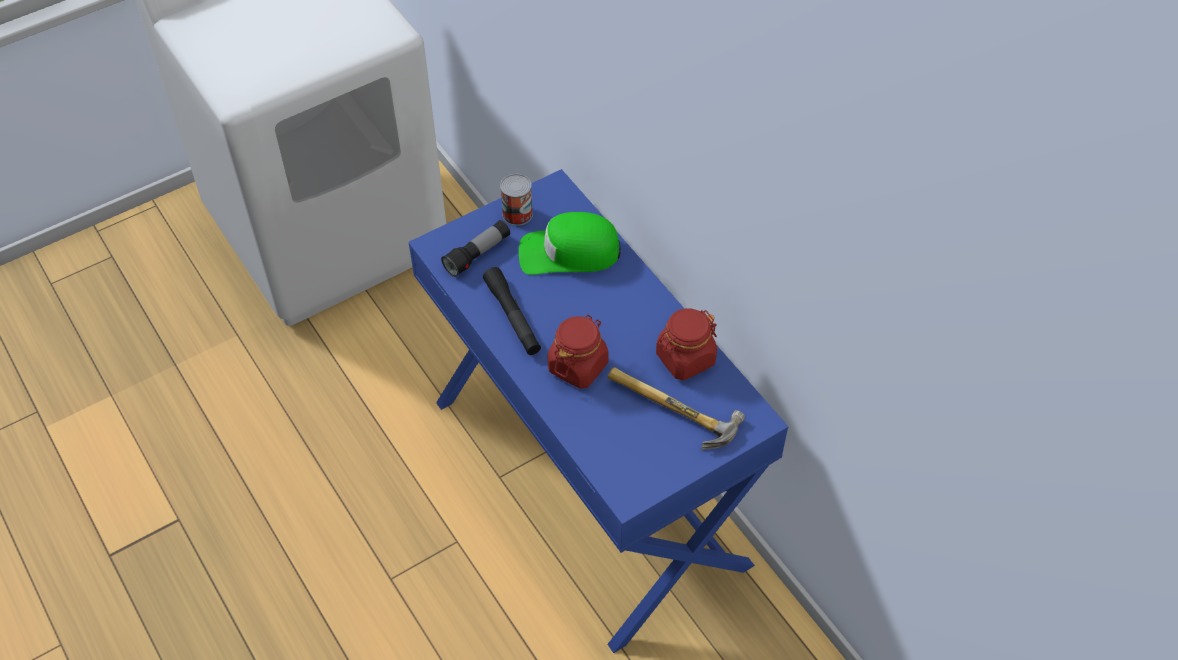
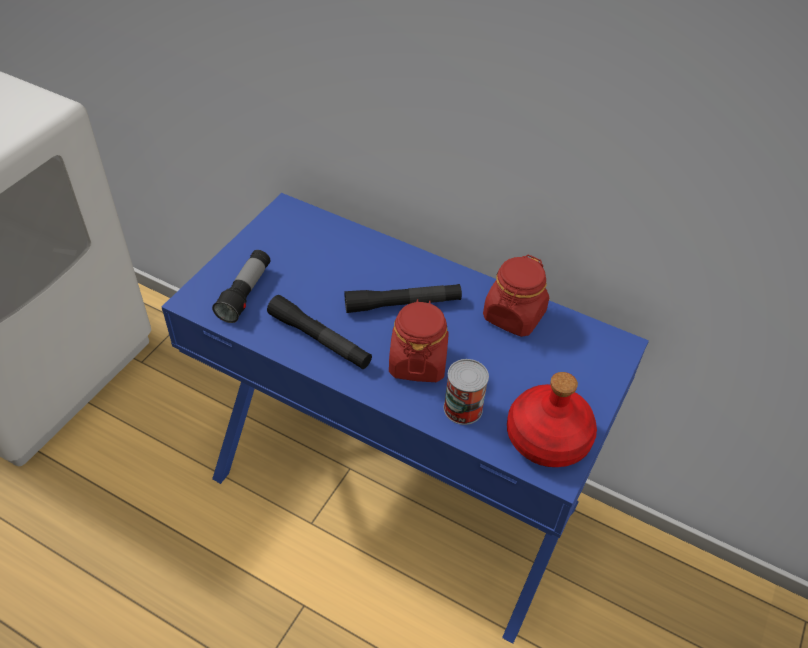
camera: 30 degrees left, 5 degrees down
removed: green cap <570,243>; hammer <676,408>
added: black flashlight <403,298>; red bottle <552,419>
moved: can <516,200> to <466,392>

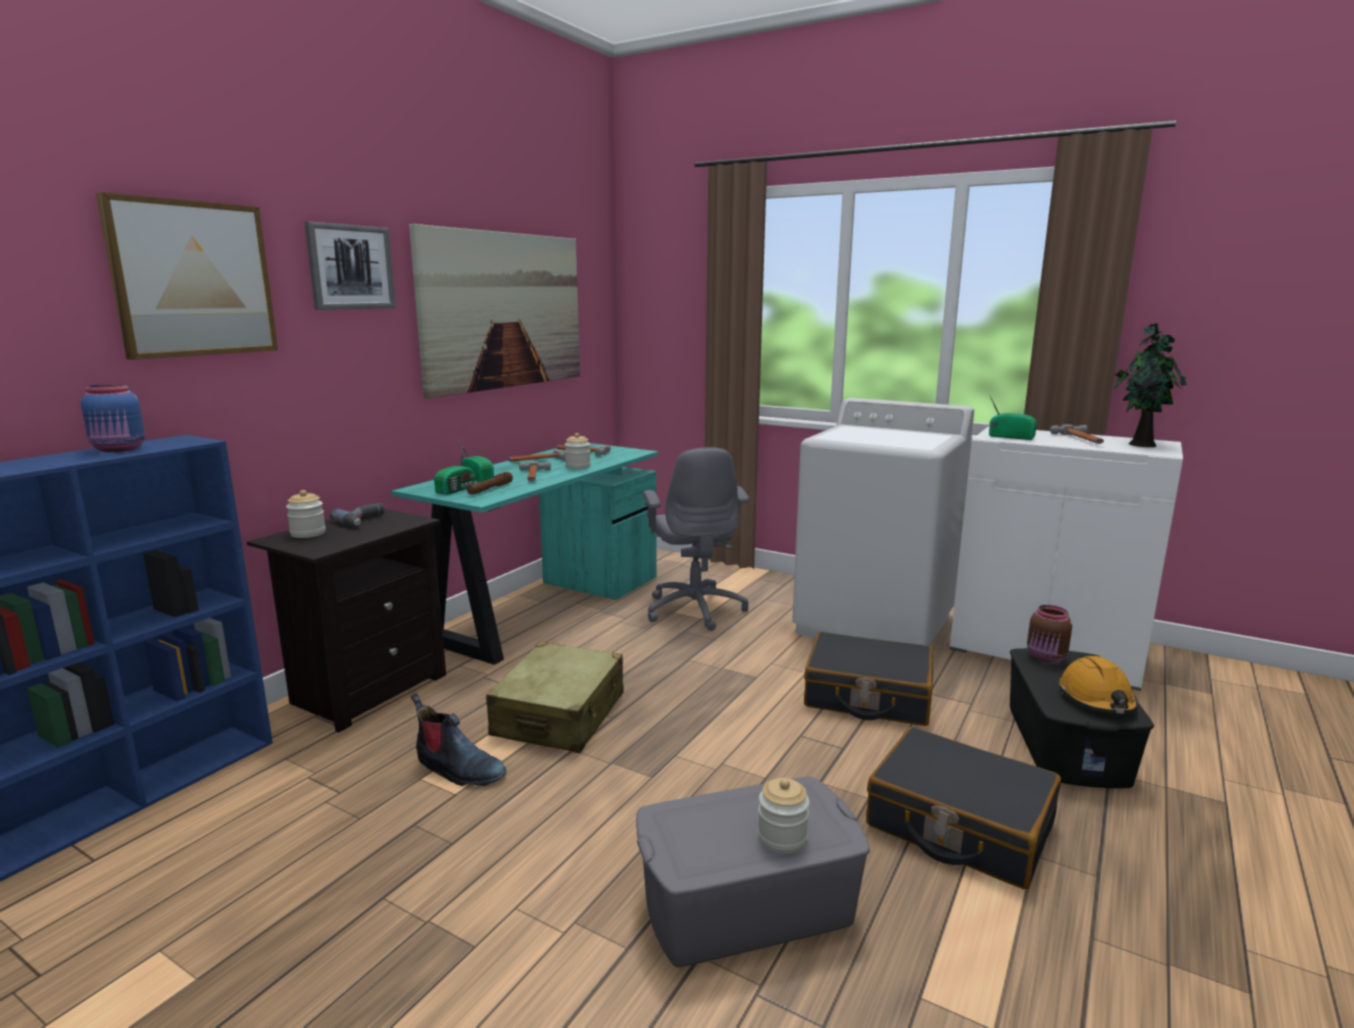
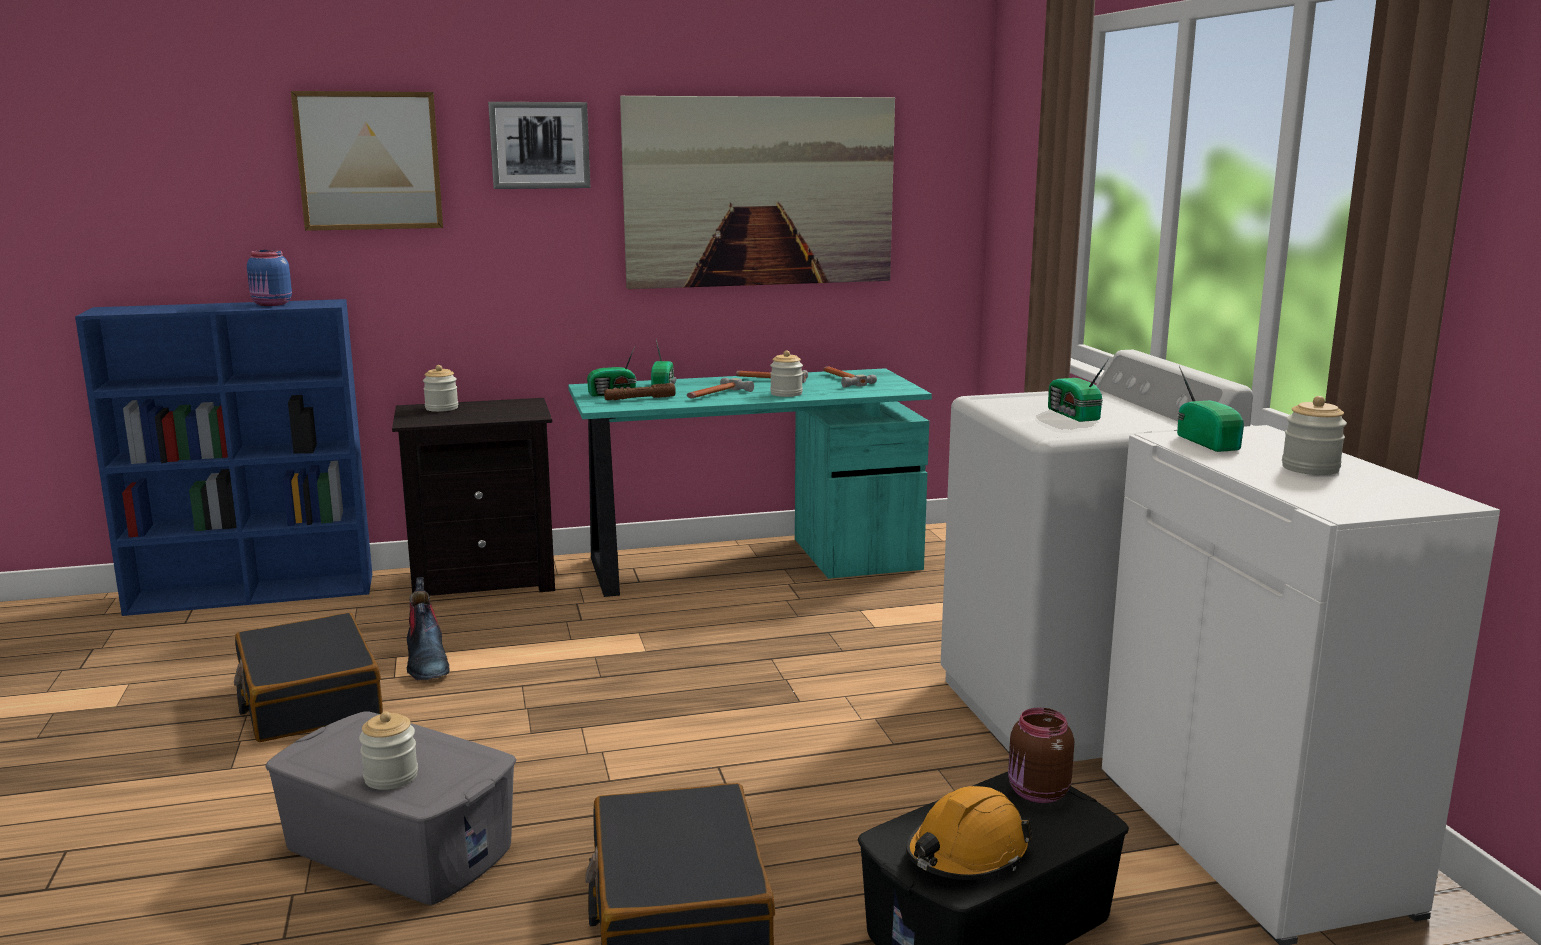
camera: 45 degrees right, 0 degrees up
removed: power drill <357,515>; beige suitcase <554,697>; grey office chair <695,539>; potted plant <1150,385>
added: radio <1078,390>
moved: black suitcase <868,679> to <308,677>
replaced: hammer <1077,434> to jar <1314,435>

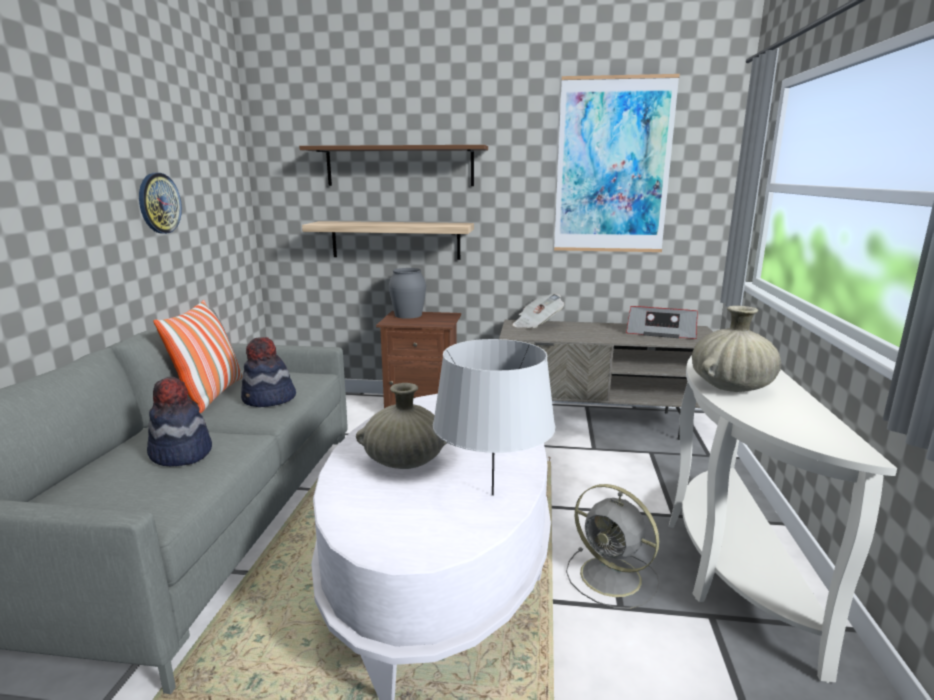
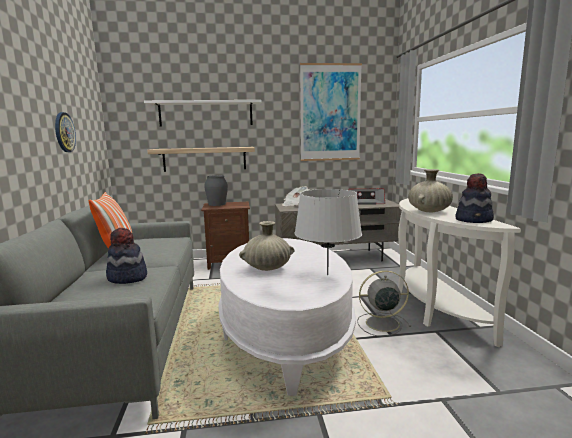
camera: 15 degrees left, 5 degrees down
moved: hat <268,372> to <474,198>
recoloured: brown shelf <393,165> to white shelf <203,113>
turned: grey fan <613,546> = <384,303> 150 degrees clockwise

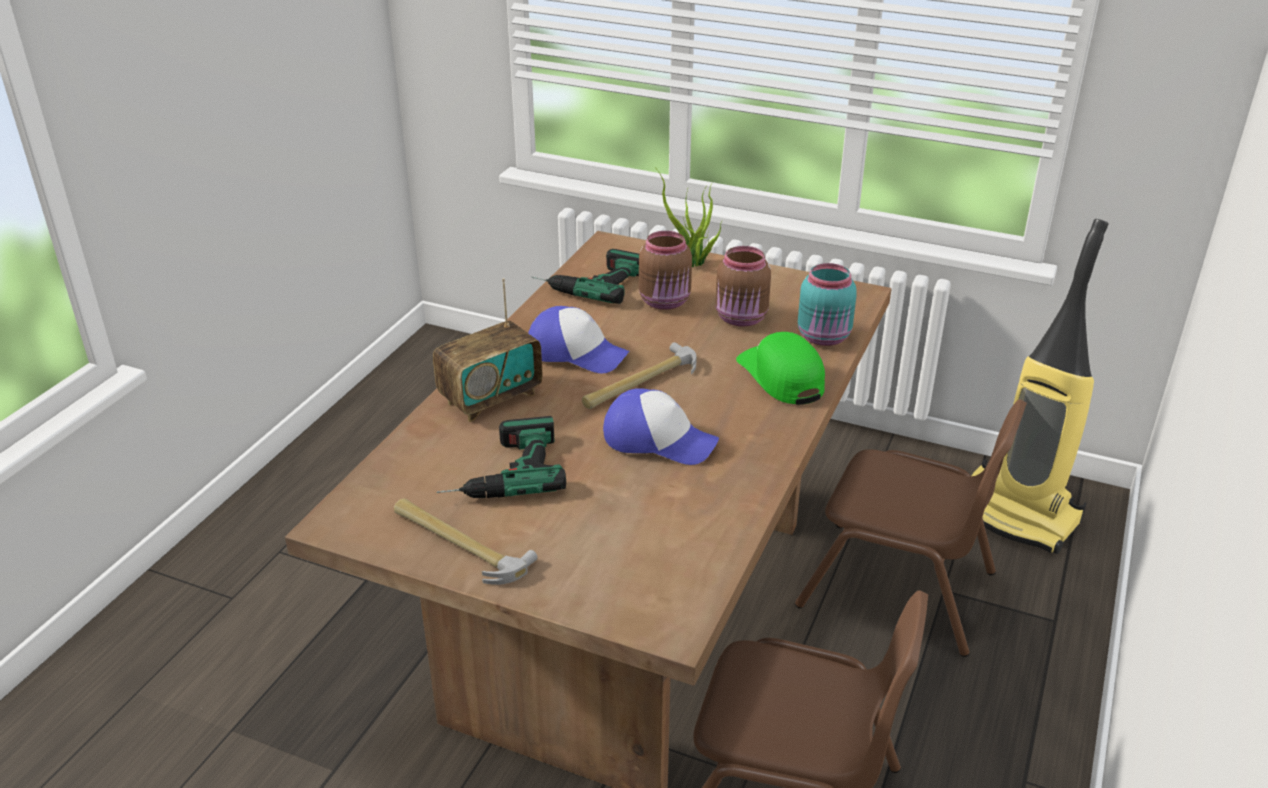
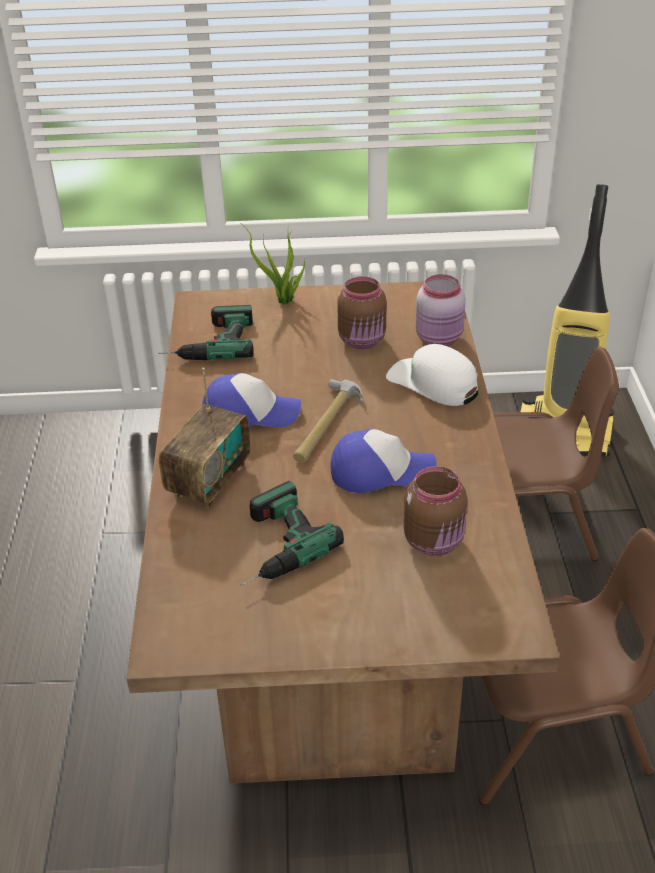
camera: 25 degrees left, 5 degrees up
removed: hammer <466,541>
moved: brown jar <665,270> to <436,511>
recoloured: green cap <780,368> to white cap <432,375>; turquoise jar <827,304> to pink jar <440,310>

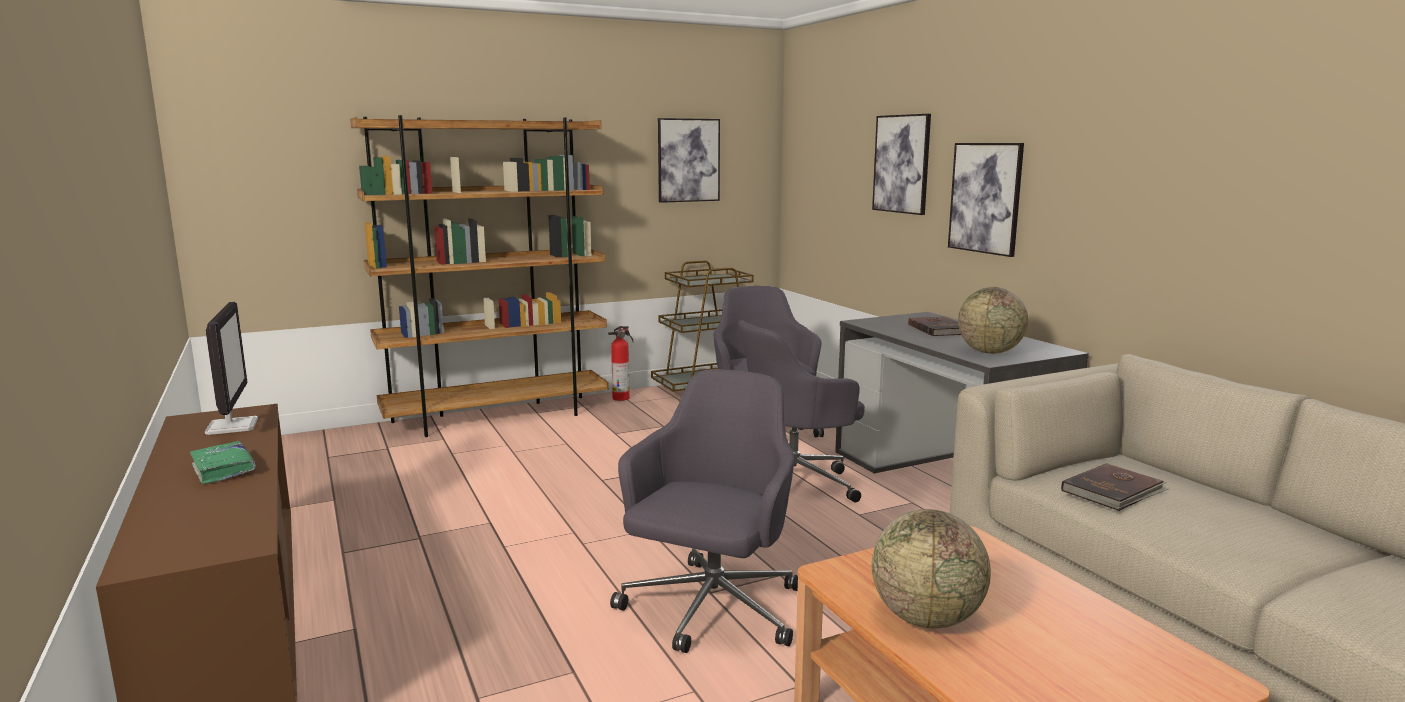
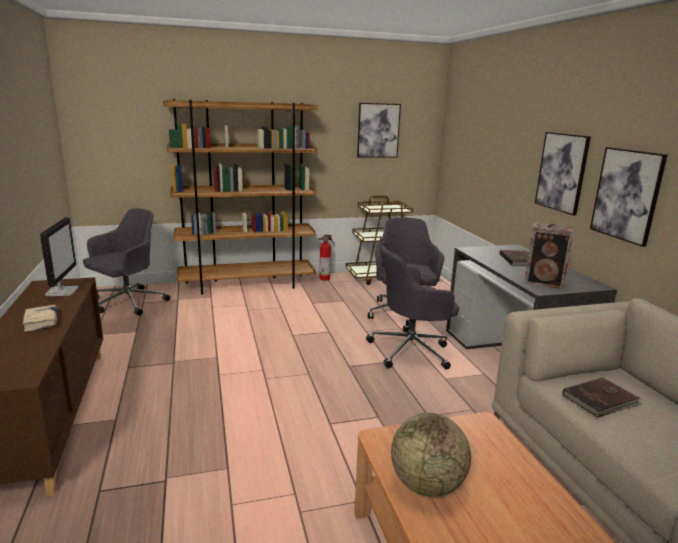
camera: 10 degrees right, 5 degrees up
moved: grey office chair <704,511> to <126,262>; picture <901,164> to <628,197>
replaced: globe <993,320> to speaker <549,256>
recoloured: green book <223,462> to beige book <40,318>

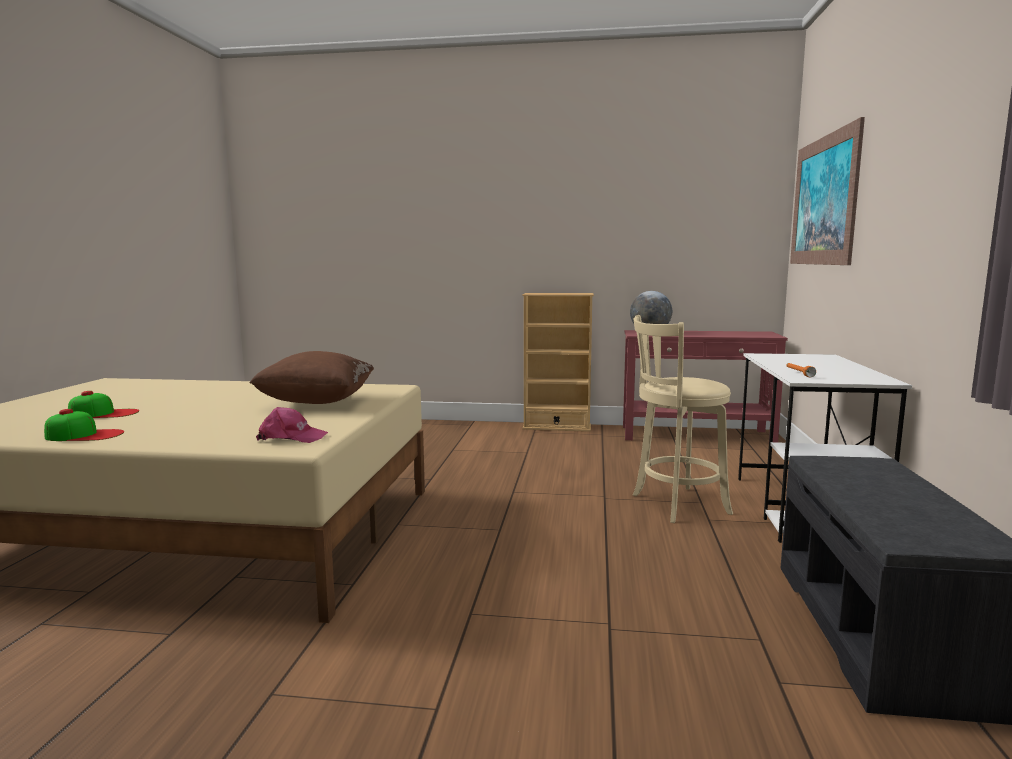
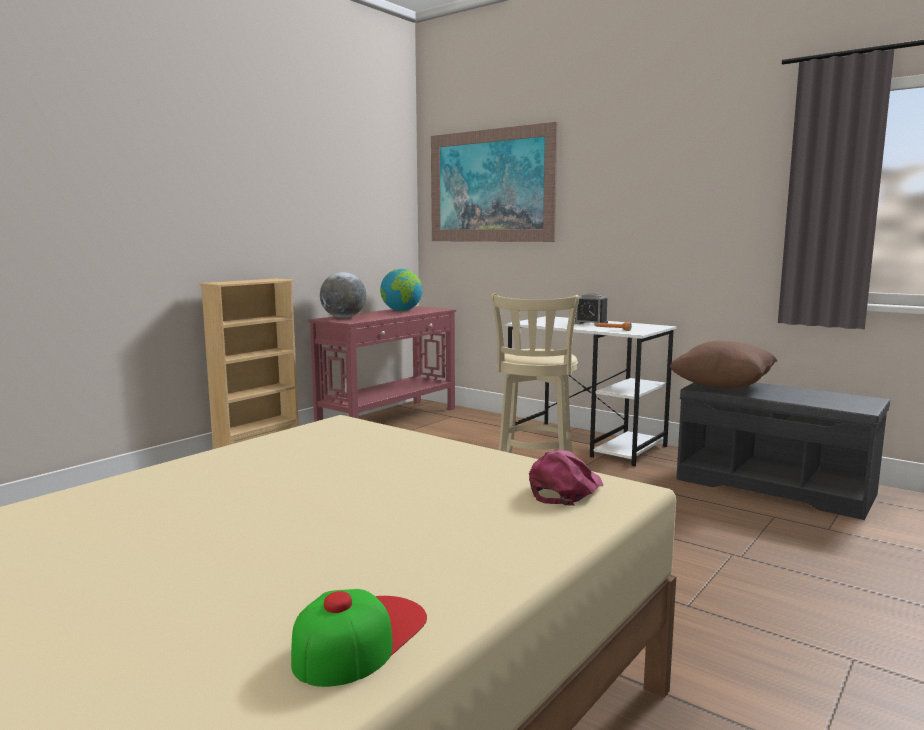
camera: 60 degrees left, 0 degrees up
removed: cap <103,404>
added: globe <401,290>; alarm clock <591,309>
moved: brown pillow <311,377> to <723,364>

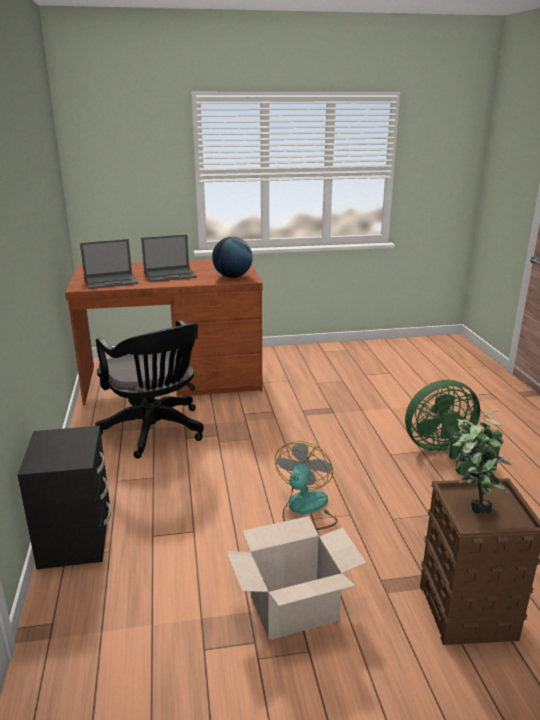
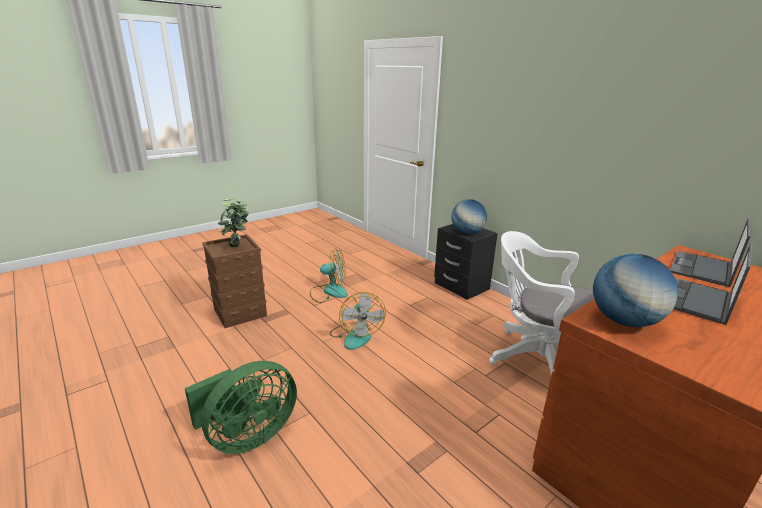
camera: 150 degrees right, 0 degrees up
added: globe <469,216>
replaced: cardboard box <296,578> to fan <329,275>
recoloured: black office chair <149,389> to white office chair <542,312>

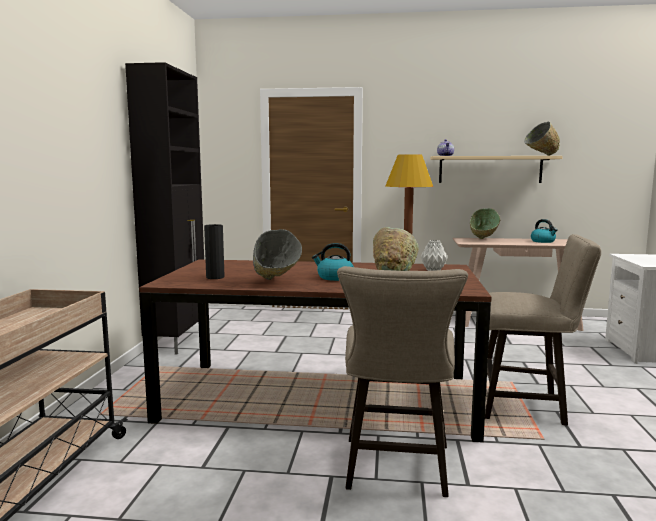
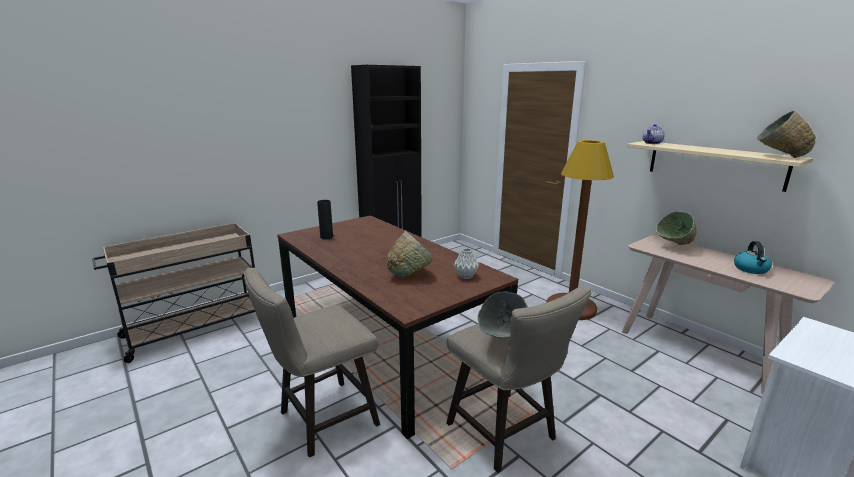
camera: 45 degrees right, 10 degrees up
removed: kettle <333,262>
moved: grey bowl <277,254> to <502,315>

